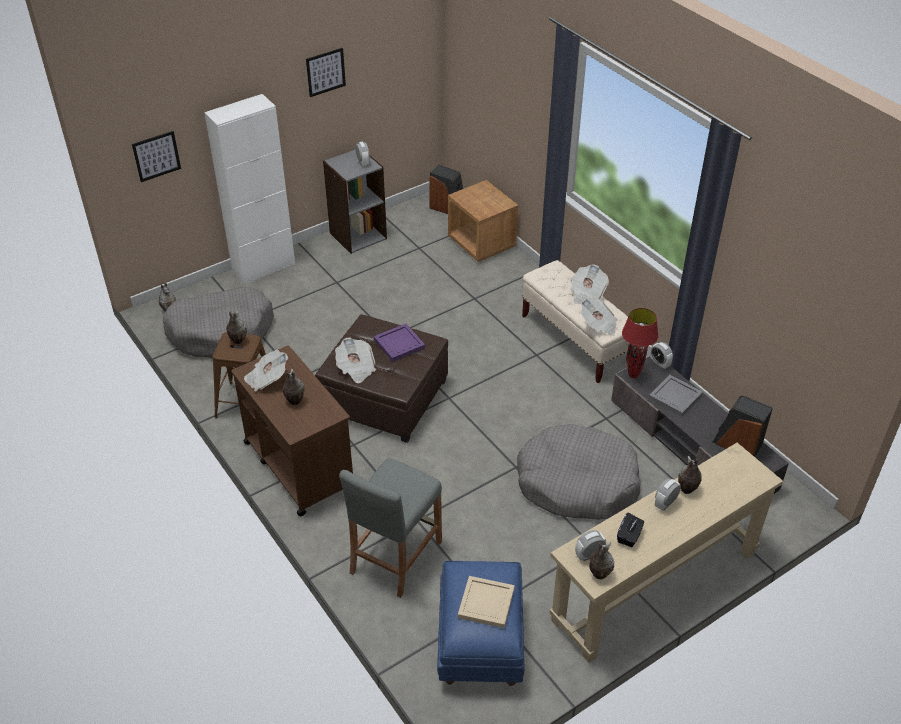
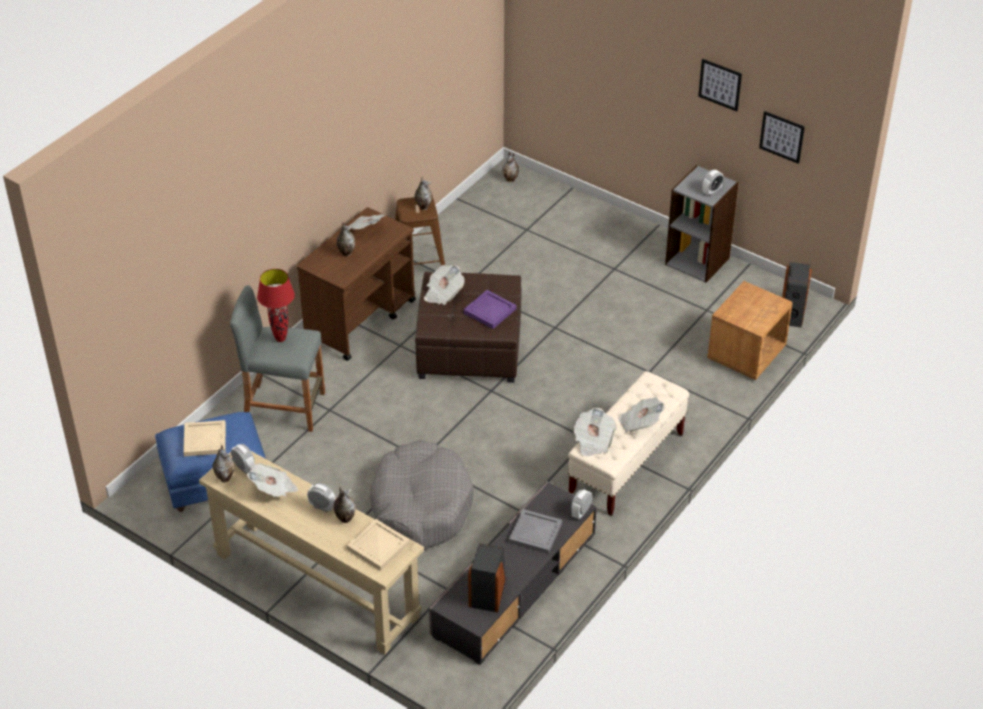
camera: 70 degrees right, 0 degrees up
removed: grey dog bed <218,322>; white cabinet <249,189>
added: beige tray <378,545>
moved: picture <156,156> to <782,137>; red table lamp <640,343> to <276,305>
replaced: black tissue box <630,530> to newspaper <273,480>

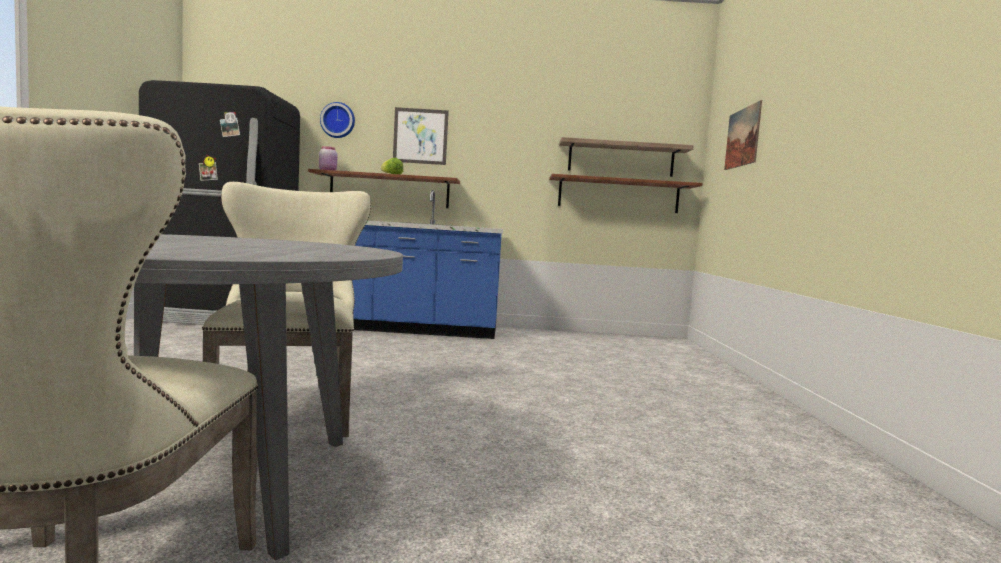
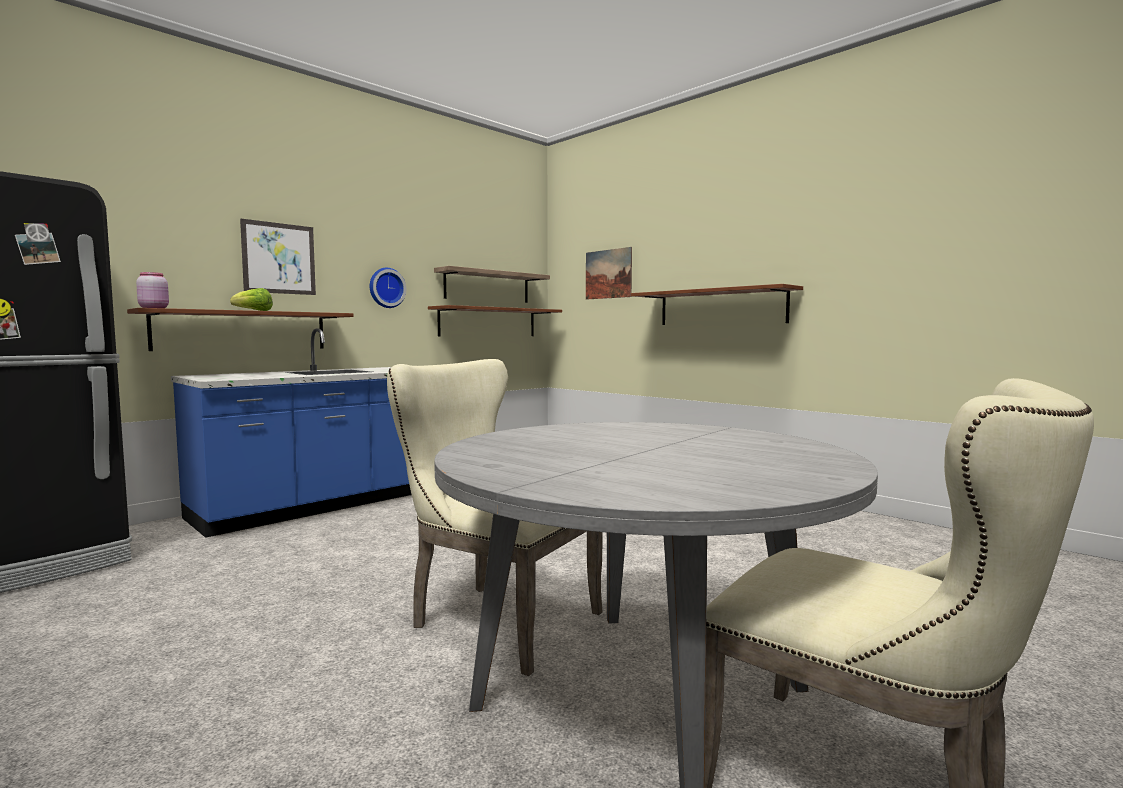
camera: 45 degrees left, 0 degrees up
added: brown shelf <717,304>
moved: wall clock <337,120> to <388,288>

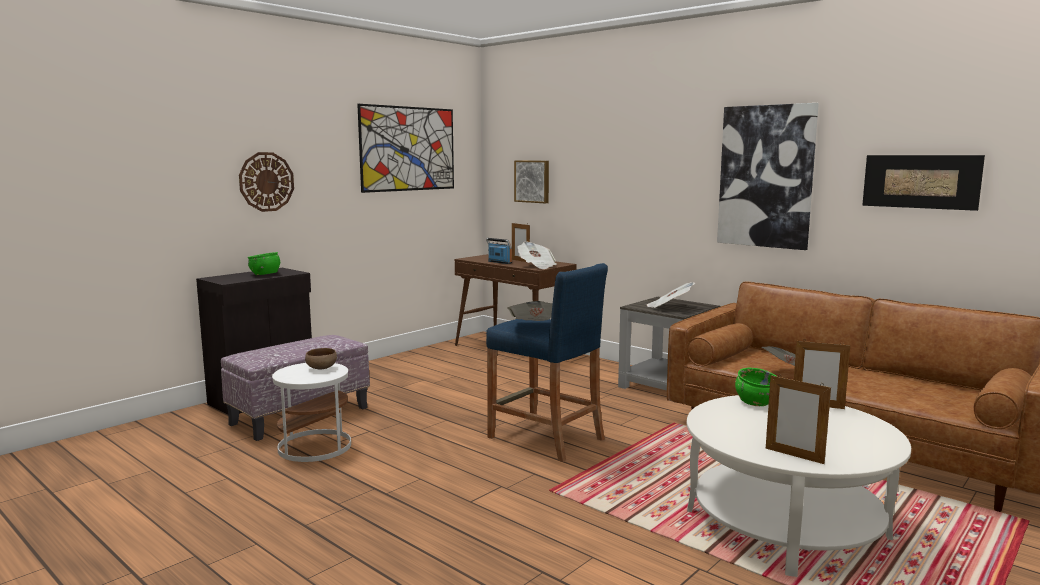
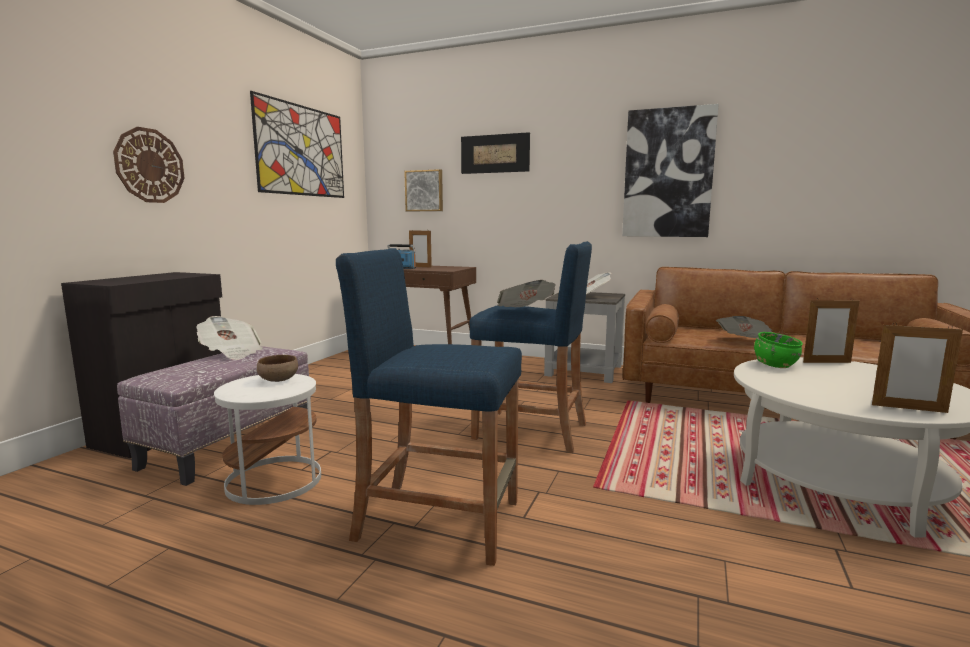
camera: 20 degrees left, 0 degrees up
removed: green bowl <264,263>
added: blue stool <429,407>
moved: newspaper <536,255> to <229,338>; picture <923,183> to <495,153>

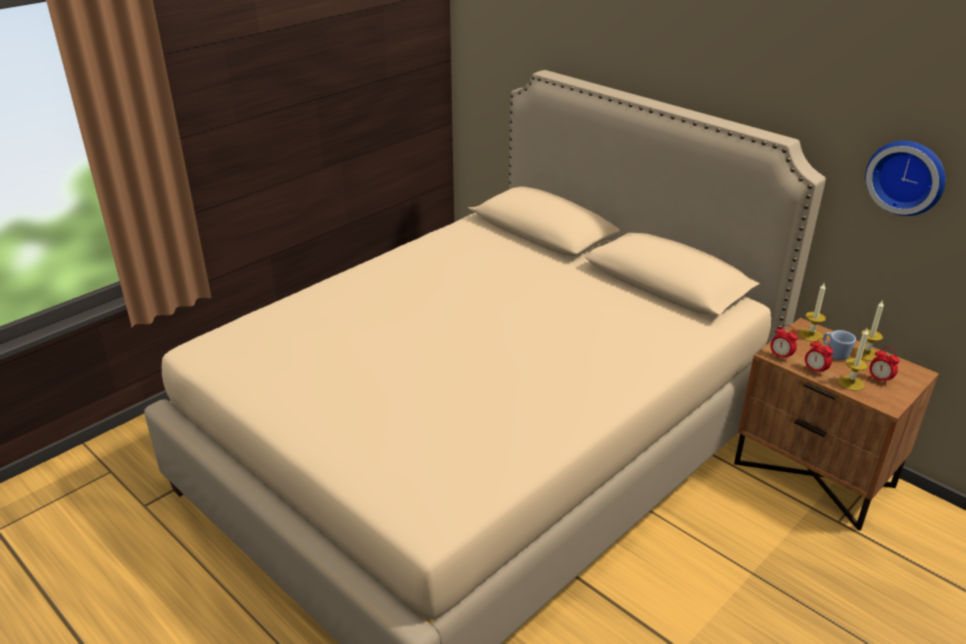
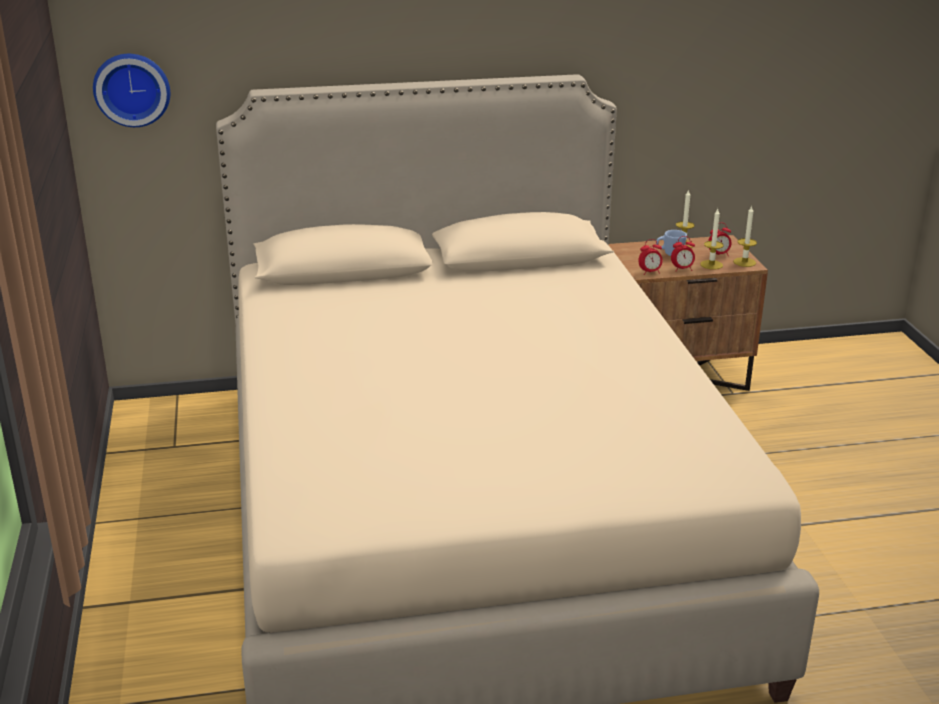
camera: 55 degrees left, 5 degrees down
moved: candle <812,312> to <745,236>; wall clock <905,178> to <131,90>

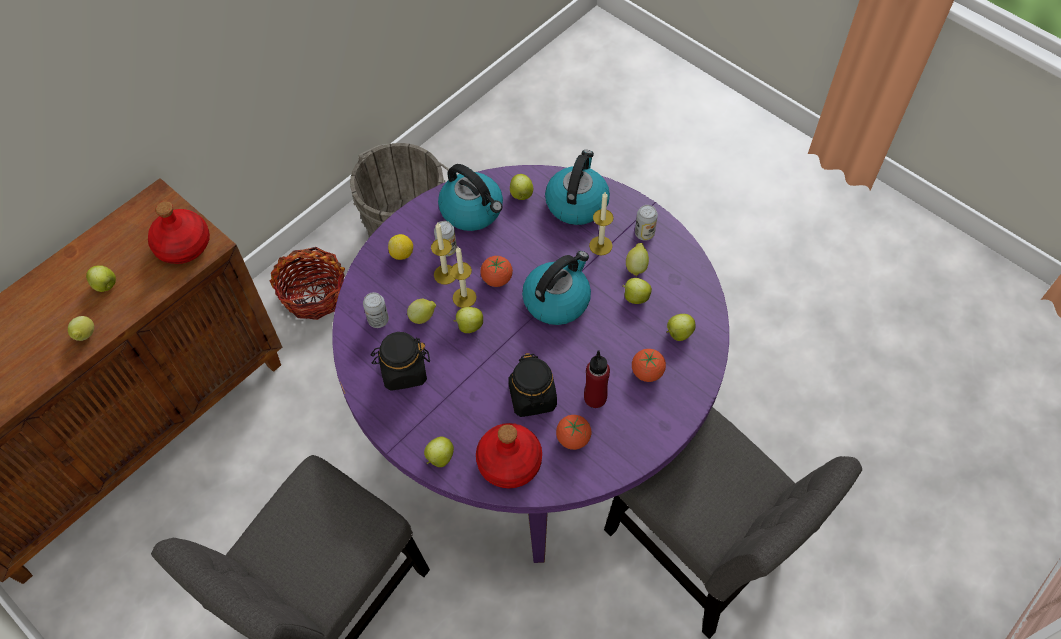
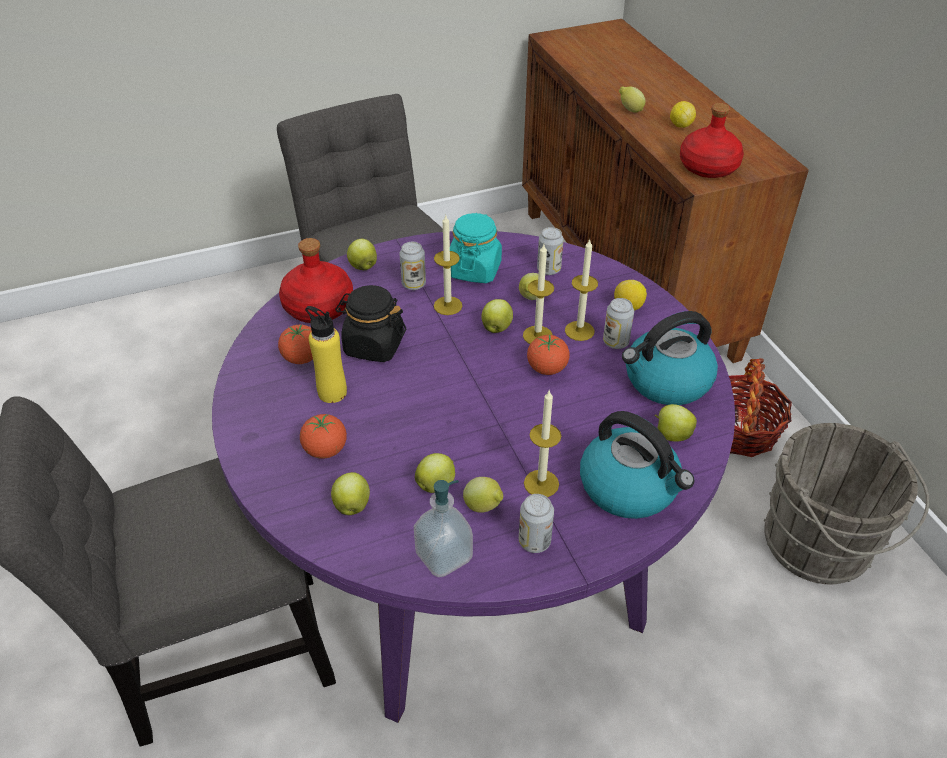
camera: 115 degrees right, 15 degrees down
removed: kettle <556,288>
added: can <412,266>; soap dispenser <443,528>; candle <448,265>
replaced: apple <101,278> to lemon <683,114>
recoloured: black jar <400,361> to turquoise jar <476,248>; red bottle <597,379> to yellow bottle <326,354>

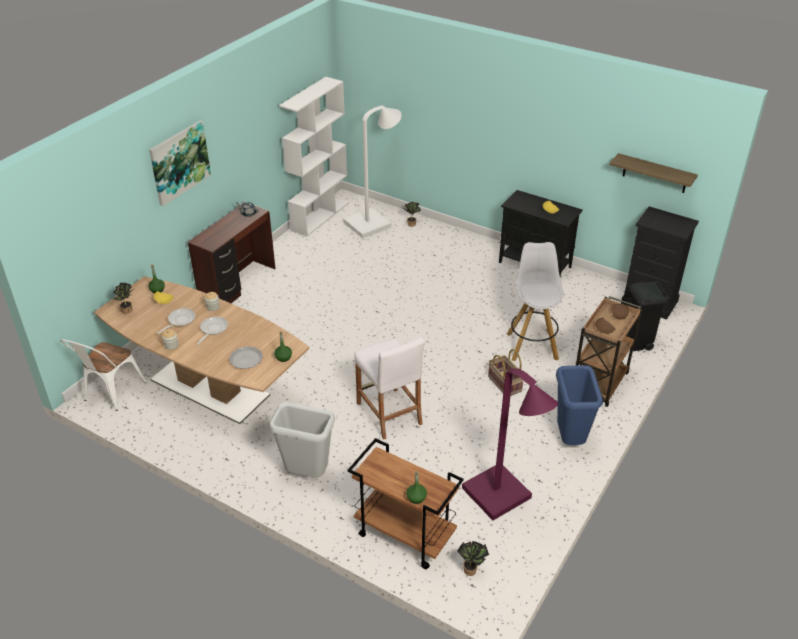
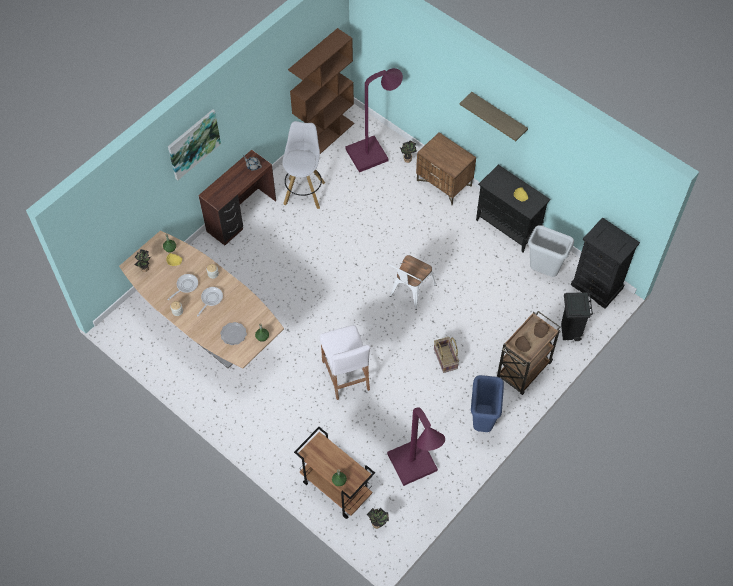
camera: 10 degrees right, 20 degrees up
added: brown nightstand <446,168>
moved: white chair <103,375> to <411,282>; grey trash can <302,440> to <551,251>; white stool <535,301> to <304,165>; shelf <654,173> to <494,116>
recoloured: white bookcase <313,157> to brown bookcase <321,91>; white floor lamp <372,172> to purple floor lamp <374,120>

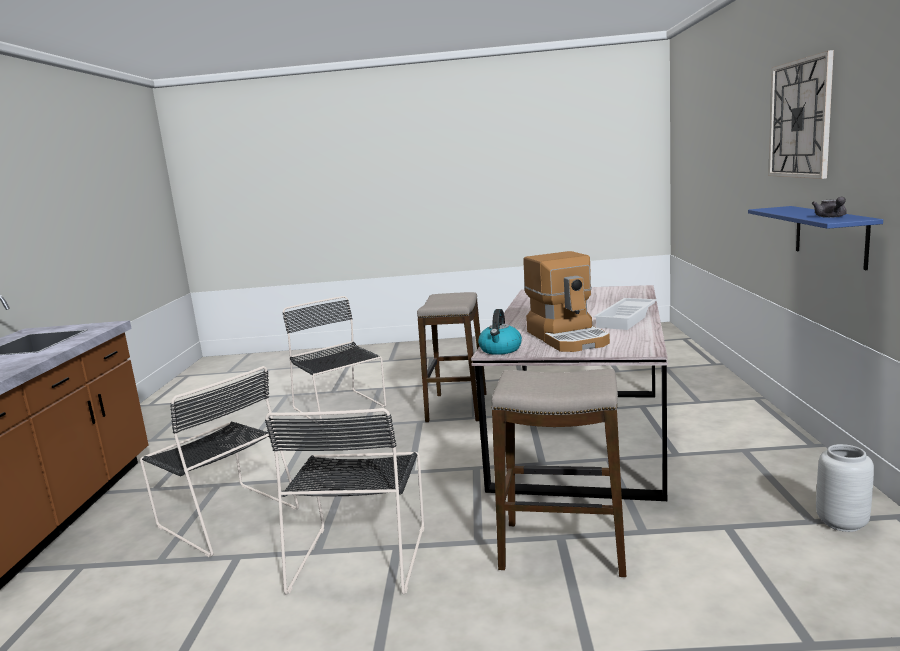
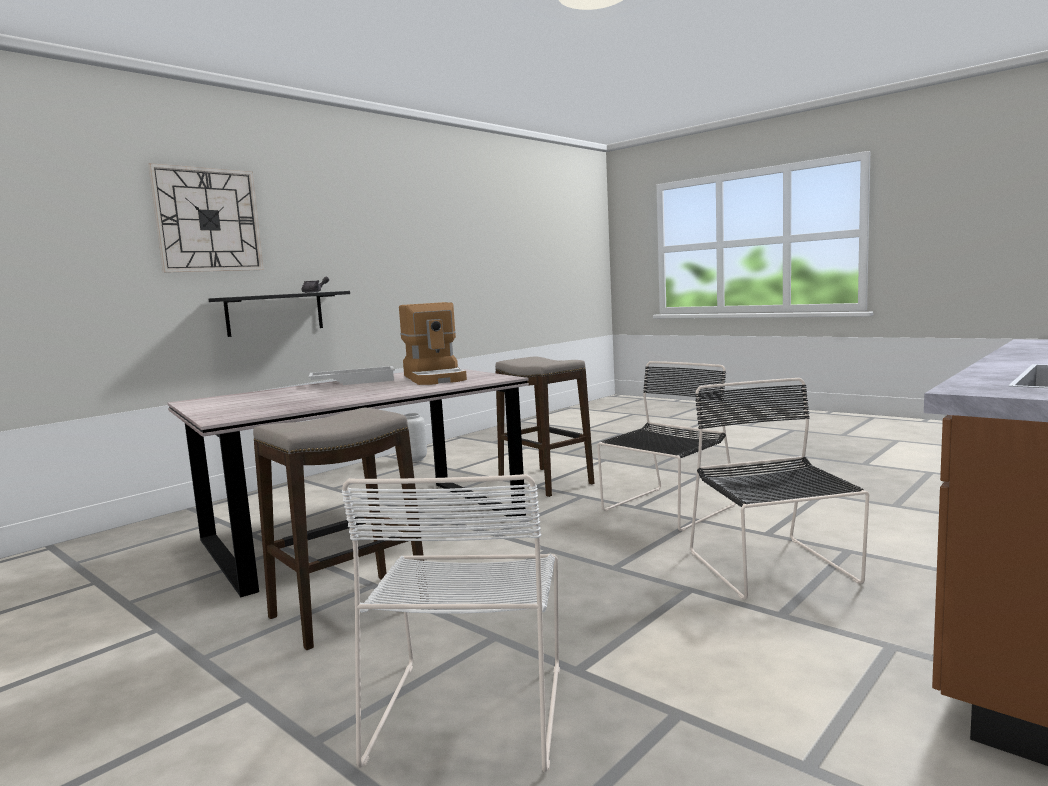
camera: 140 degrees left, 5 degrees down
removed: kettle <500,332>
recoloured: black chair <334,360> to white chair <450,623>; blue shelf <815,238> to black shelf <279,314>
turned: coffee machine <567,301> = <433,343> 135 degrees clockwise

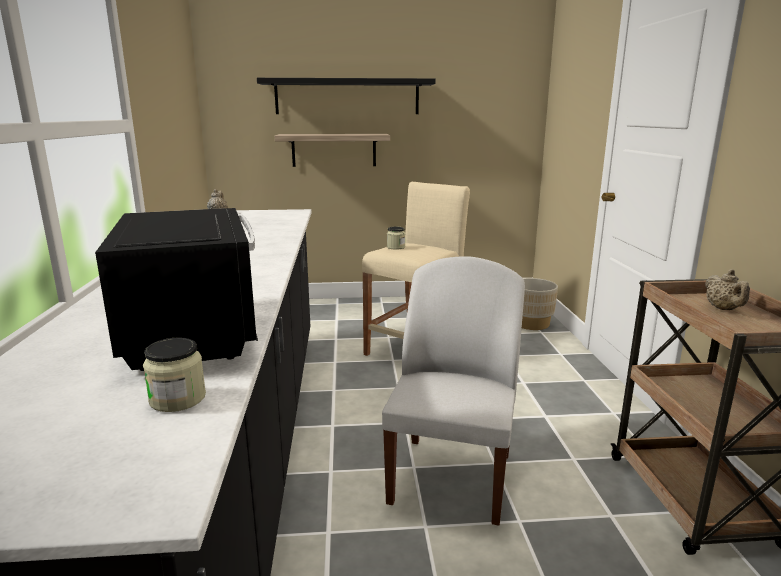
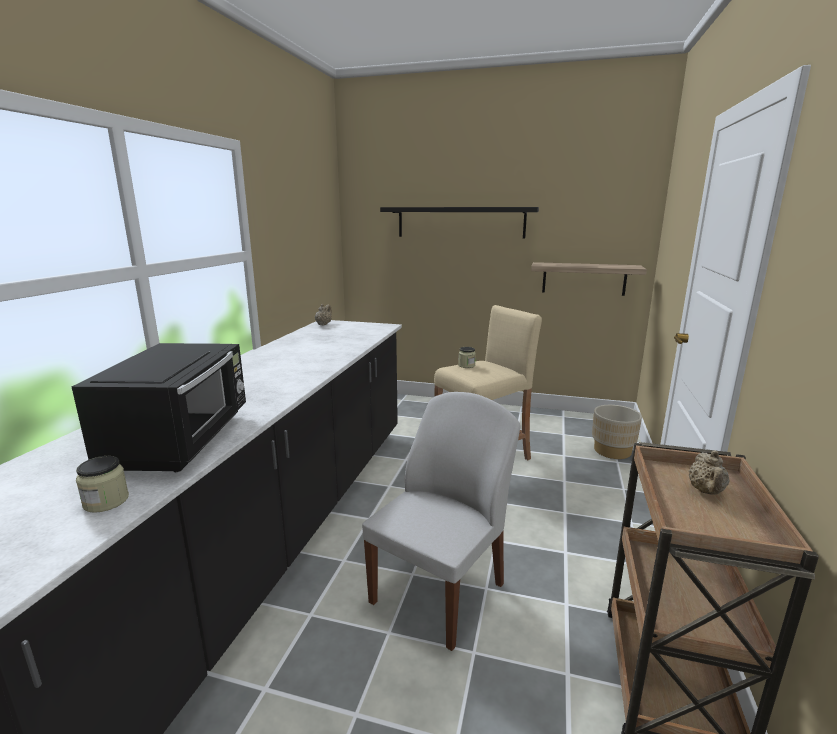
camera: 20 degrees right, 0 degrees up
moved: shelf <332,150> to <589,279>

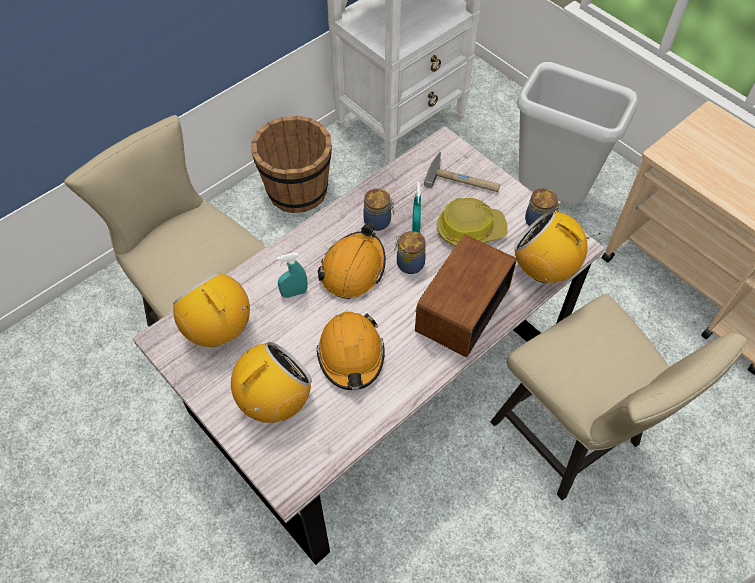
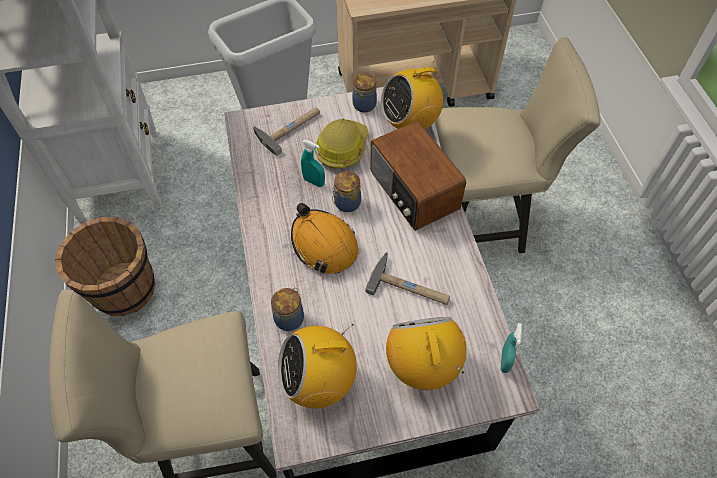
camera: 60 degrees left, 0 degrees up
moved: turquoise spray bottle <292,275> to <511,348>; jar <378,209> to <287,309>
replaced: orange hard hat <350,351> to hammer <407,278>

